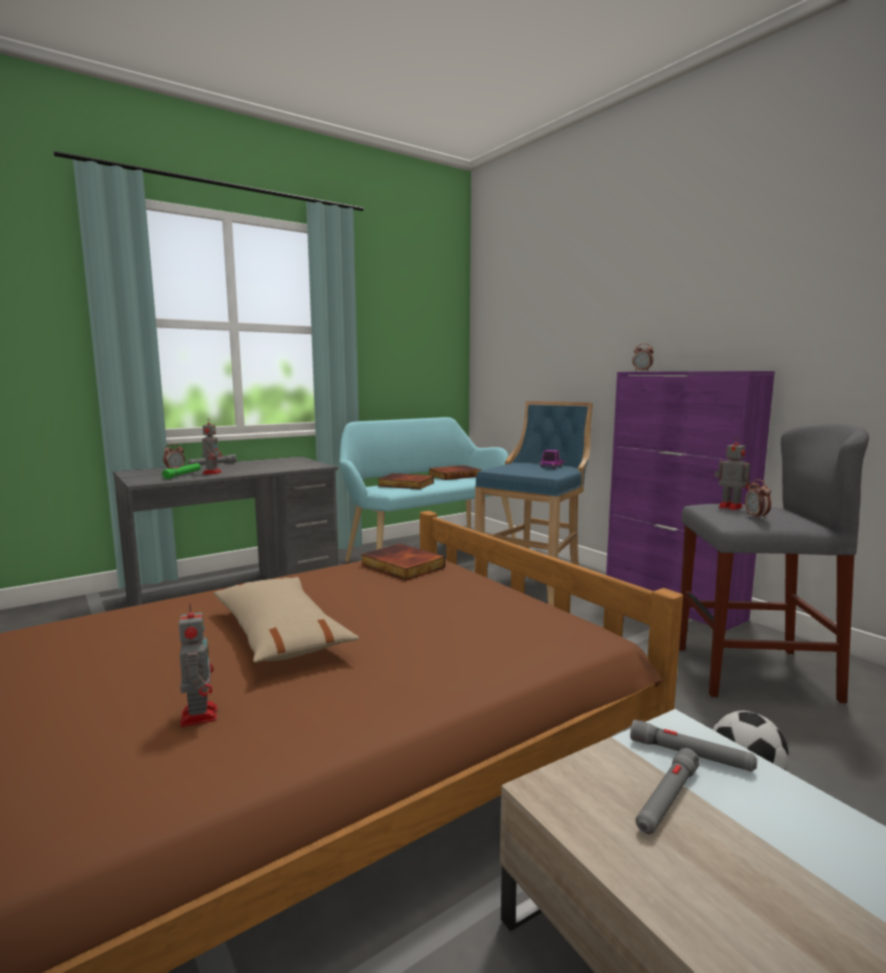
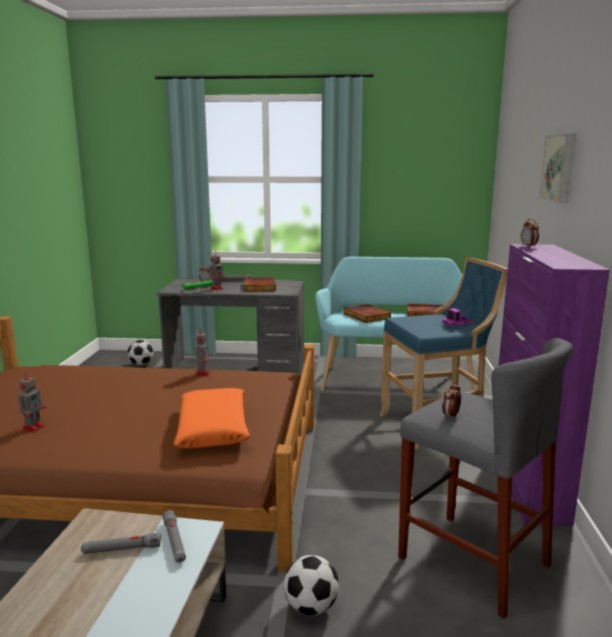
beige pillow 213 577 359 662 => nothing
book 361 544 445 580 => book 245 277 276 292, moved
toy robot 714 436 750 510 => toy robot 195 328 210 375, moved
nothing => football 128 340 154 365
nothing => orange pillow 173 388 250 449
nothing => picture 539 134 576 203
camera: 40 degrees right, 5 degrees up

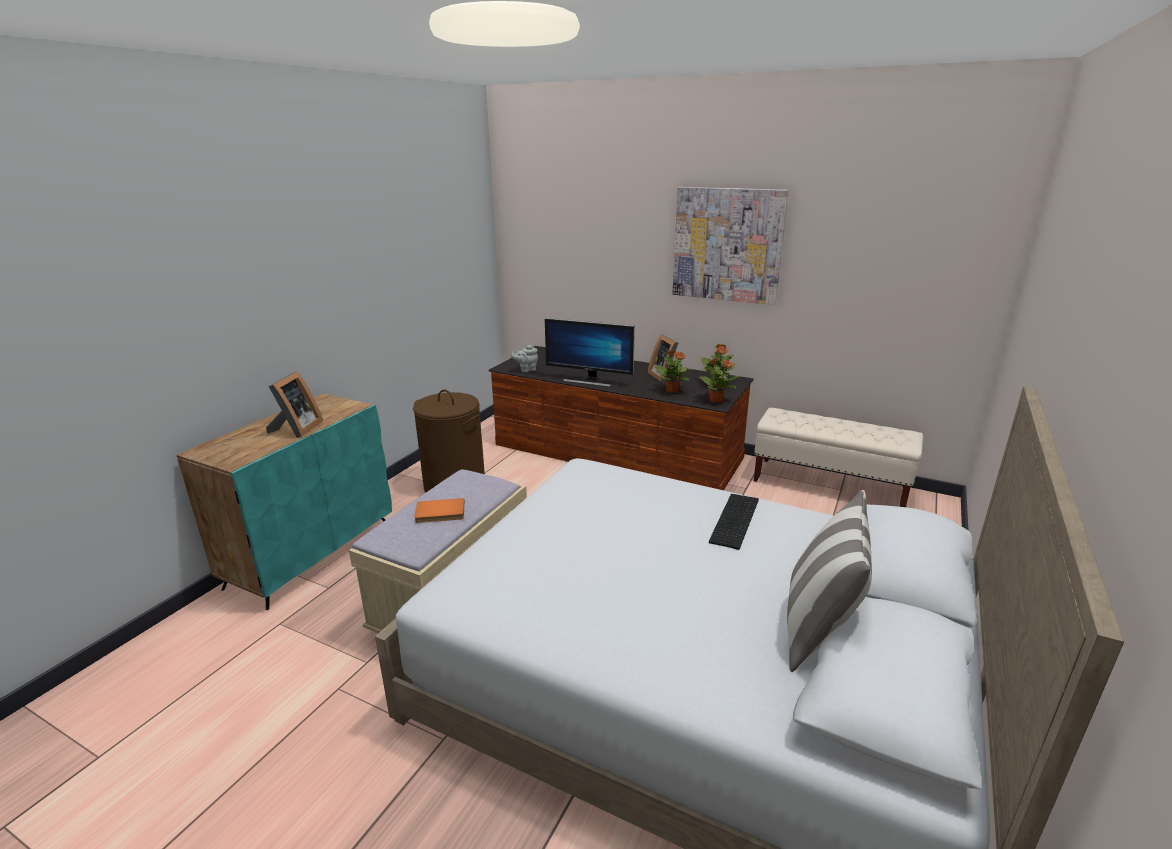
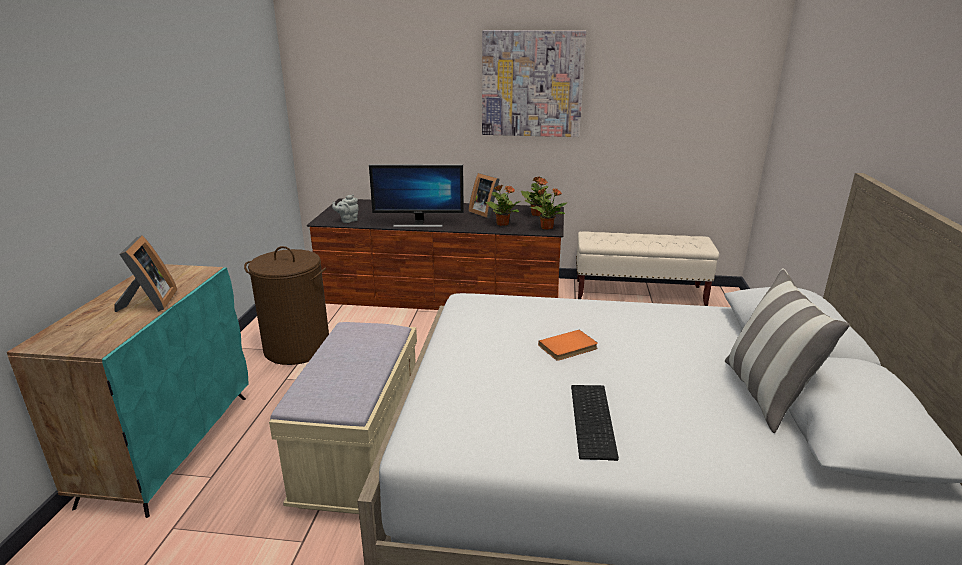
orange book 414 498 465 523 => orange book 538 330 598 361, moved
keyboard 709 494 759 550 => keyboard 571 385 619 461, moved
camera: 20 degrees left, 0 degrees up

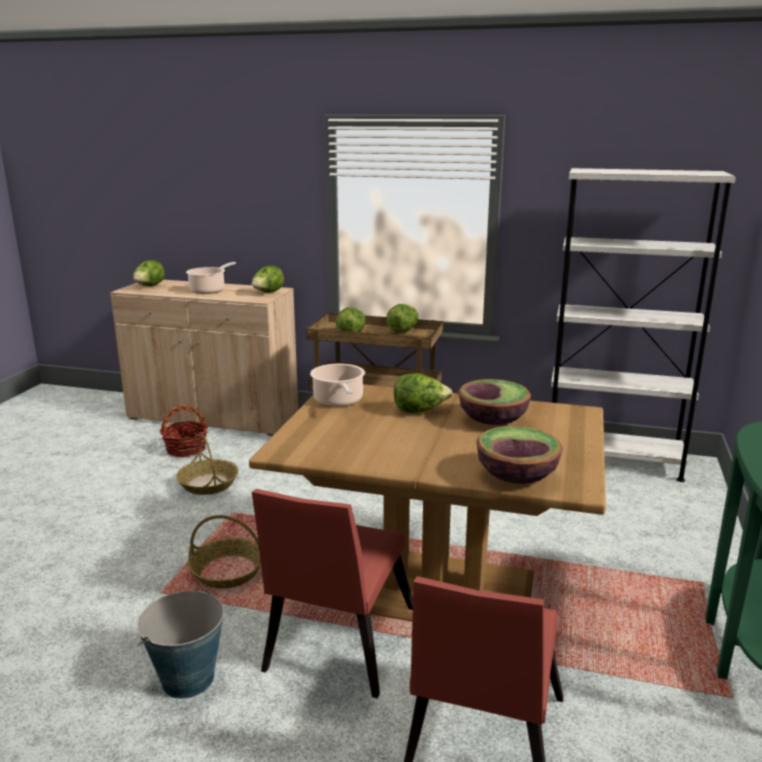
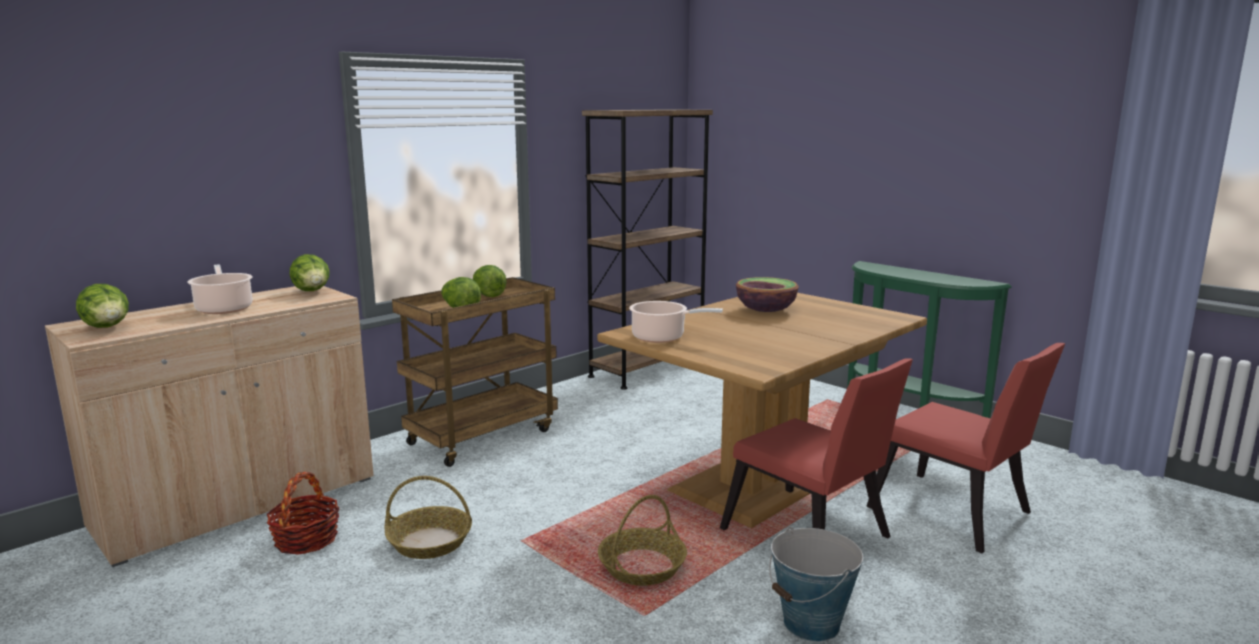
lettuce 394 373 452 413 => nothing
bowl 476 426 563 484 => nothing
white bookcase 551 168 736 482 => brown bookcase 582 109 713 390
camera: 60 degrees left, 5 degrees down

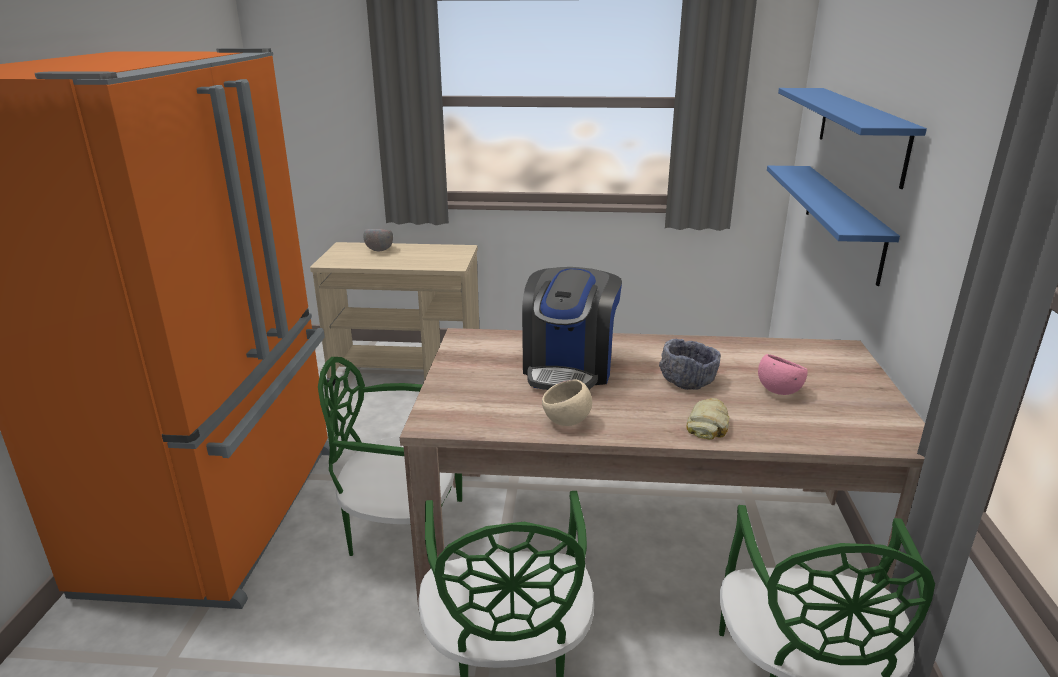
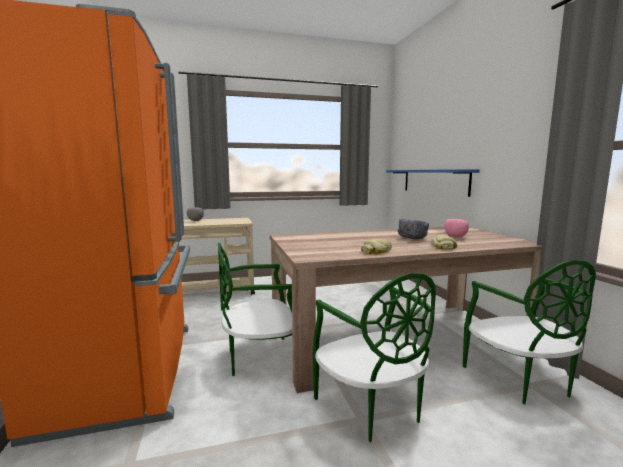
coffee machine 522 267 622 390 => nothing
beige bowl 542 379 592 426 => bread 361 239 392 254
blue shelf 778 88 927 189 => nothing
camera: 20 degrees left, 15 degrees down

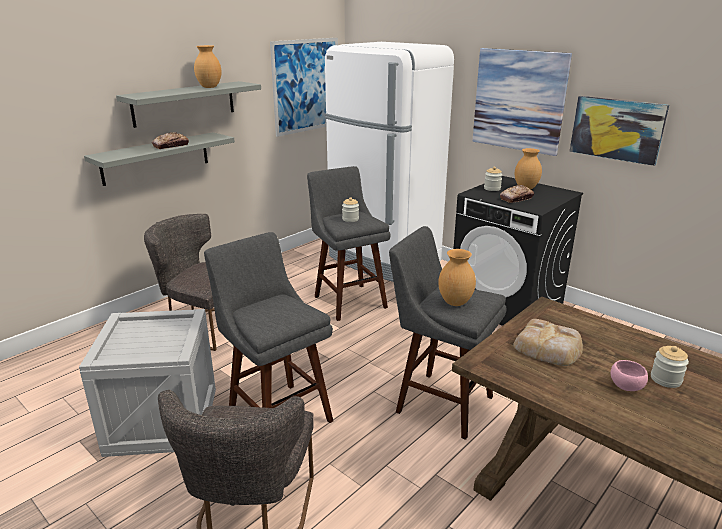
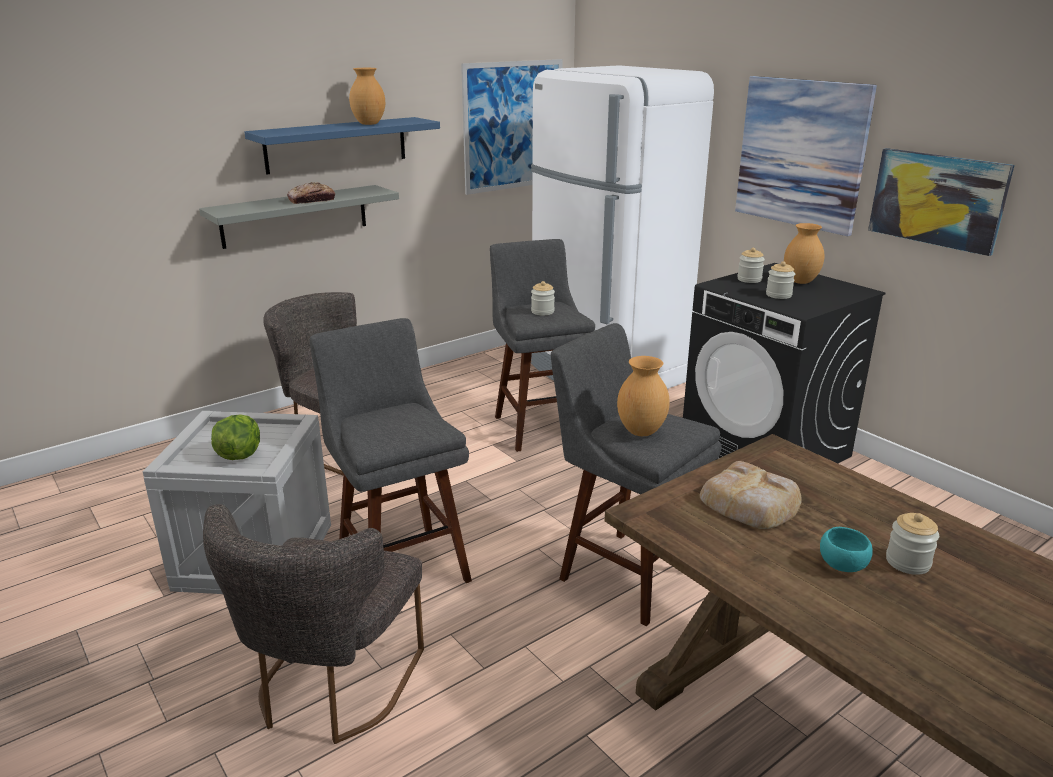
grey shelf 116 81 261 128 => blue shelf 244 117 440 174
bread 500 185 534 203 => jar 766 261 795 299
pink bowl 611 360 648 391 => turquoise bowl 820 527 873 572
nothing => lettuce 211 414 260 460
camera: 10 degrees right, 0 degrees up

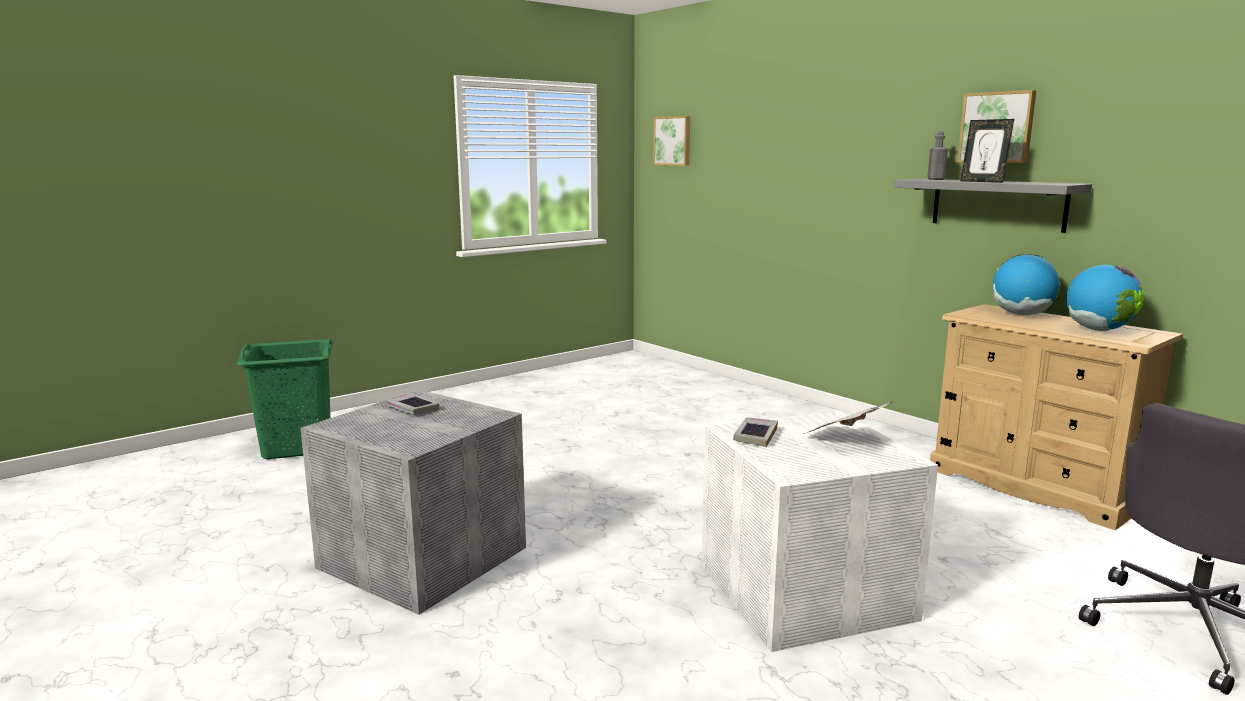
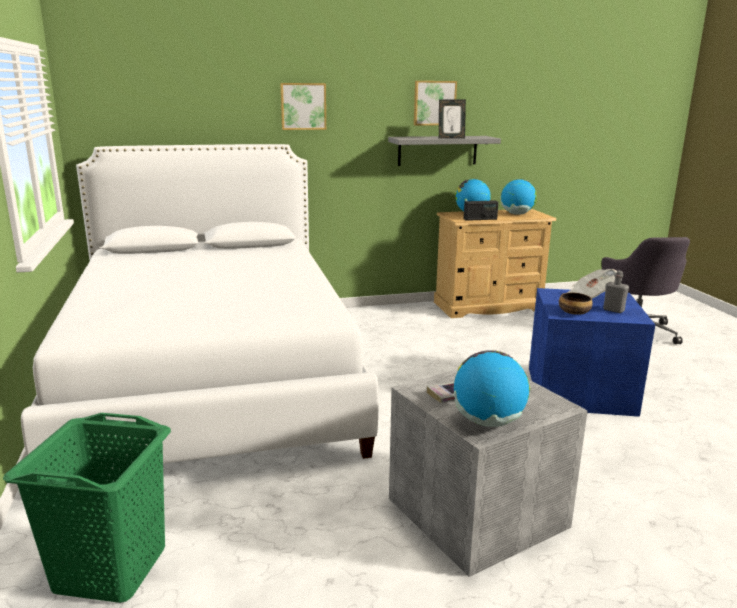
picture 653 116 690 166 => picture 280 83 326 130, moved
white storage box 701 411 938 652 => blue storage box 529 288 655 417
book 733 417 778 447 => bowl 559 292 593 315
grey bottle 927 131 948 180 => grey bottle 603 271 629 313, moved
nothing => white bed 21 144 379 469
nothing => globe 454 350 530 427
nothing => radio 464 200 499 221
camera: 65 degrees left, 5 degrees up

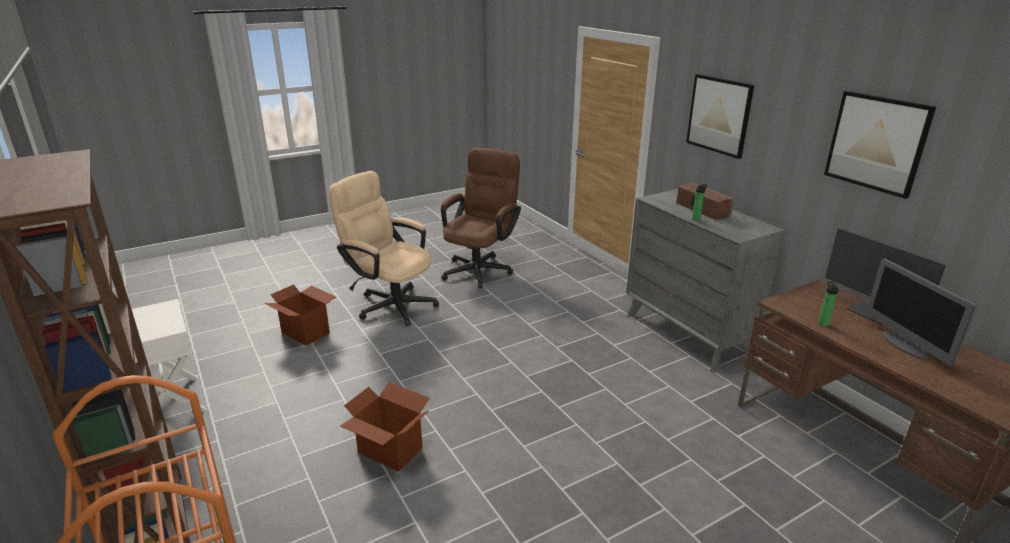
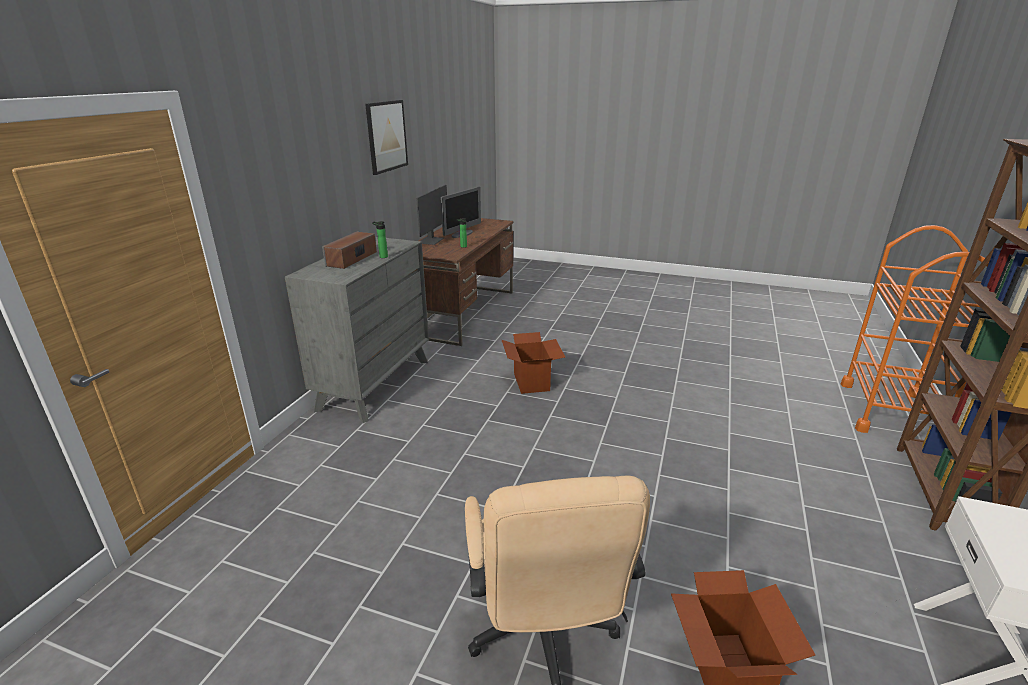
cardboard box 340 382 430 472 => cardboard box 502 332 565 394, moved
brown office chair 441 148 521 288 => nothing
picture 686 74 754 159 => nothing
camera: 130 degrees left, 0 degrees up

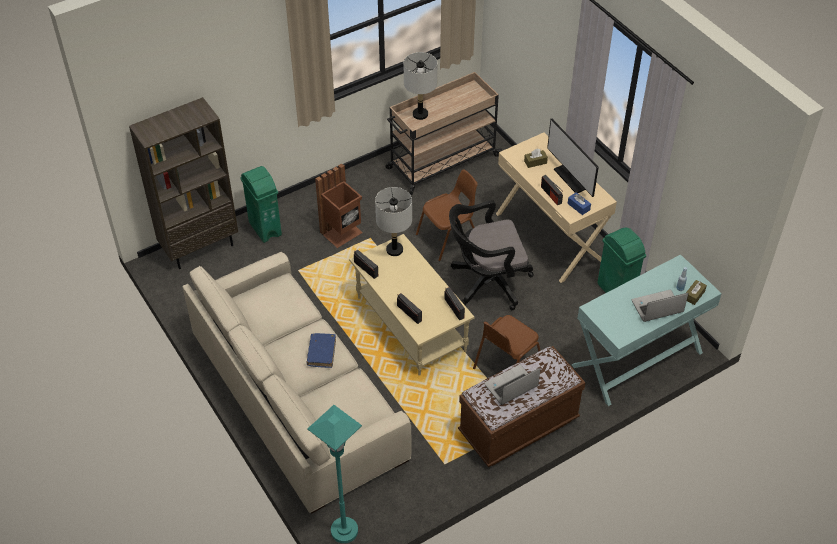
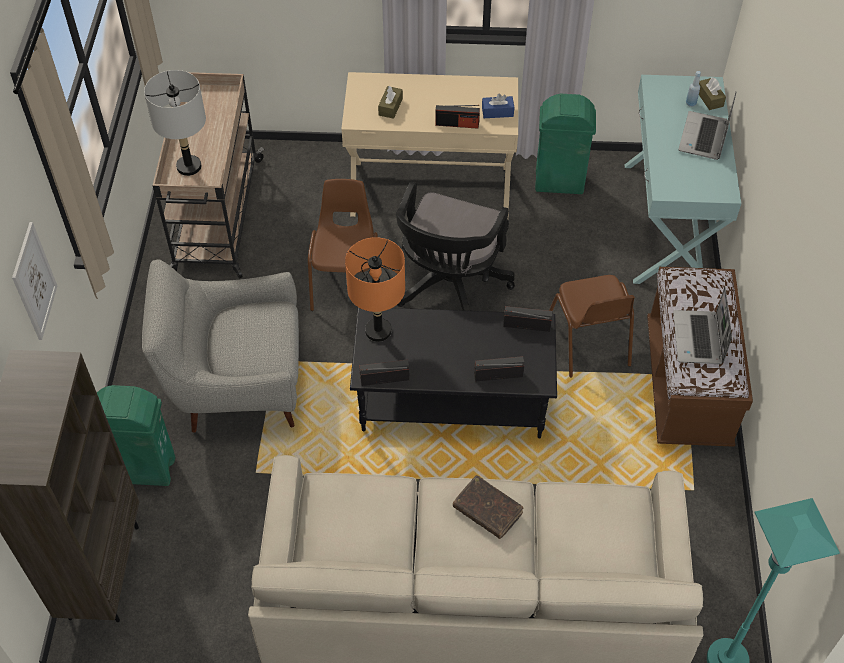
blue book 307 333 336 368 => brown book 453 475 523 539
brown trash can 315 163 363 248 => grey armchair 142 260 299 433
beige coffee table 349 234 475 376 => black coffee table 350 307 557 438
grey table lamp 375 187 412 256 => orange table lamp 345 237 405 342
monitor 547 118 599 197 => nothing
nothing => picture 12 222 57 340
camera: 55 degrees left, 5 degrees up

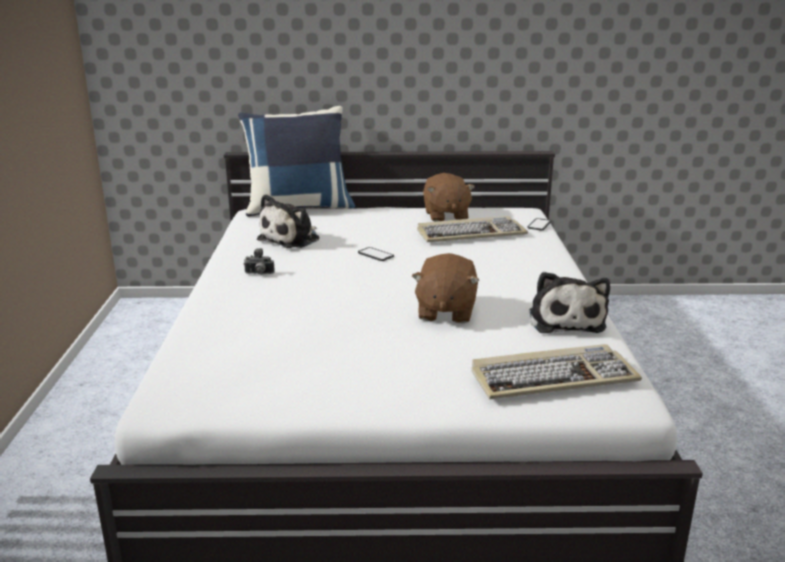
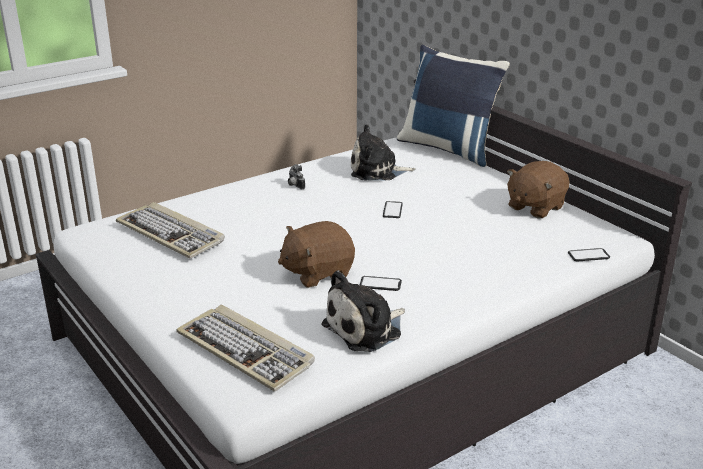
keyboard 417 216 528 242 => keyboard 116 202 224 259, moved
nothing => phone 360 276 402 291
camera: 55 degrees right, 5 degrees up

